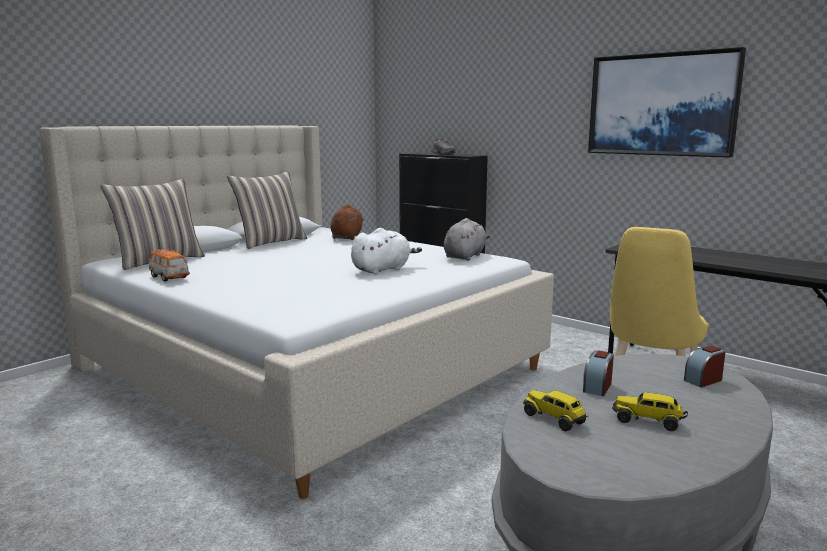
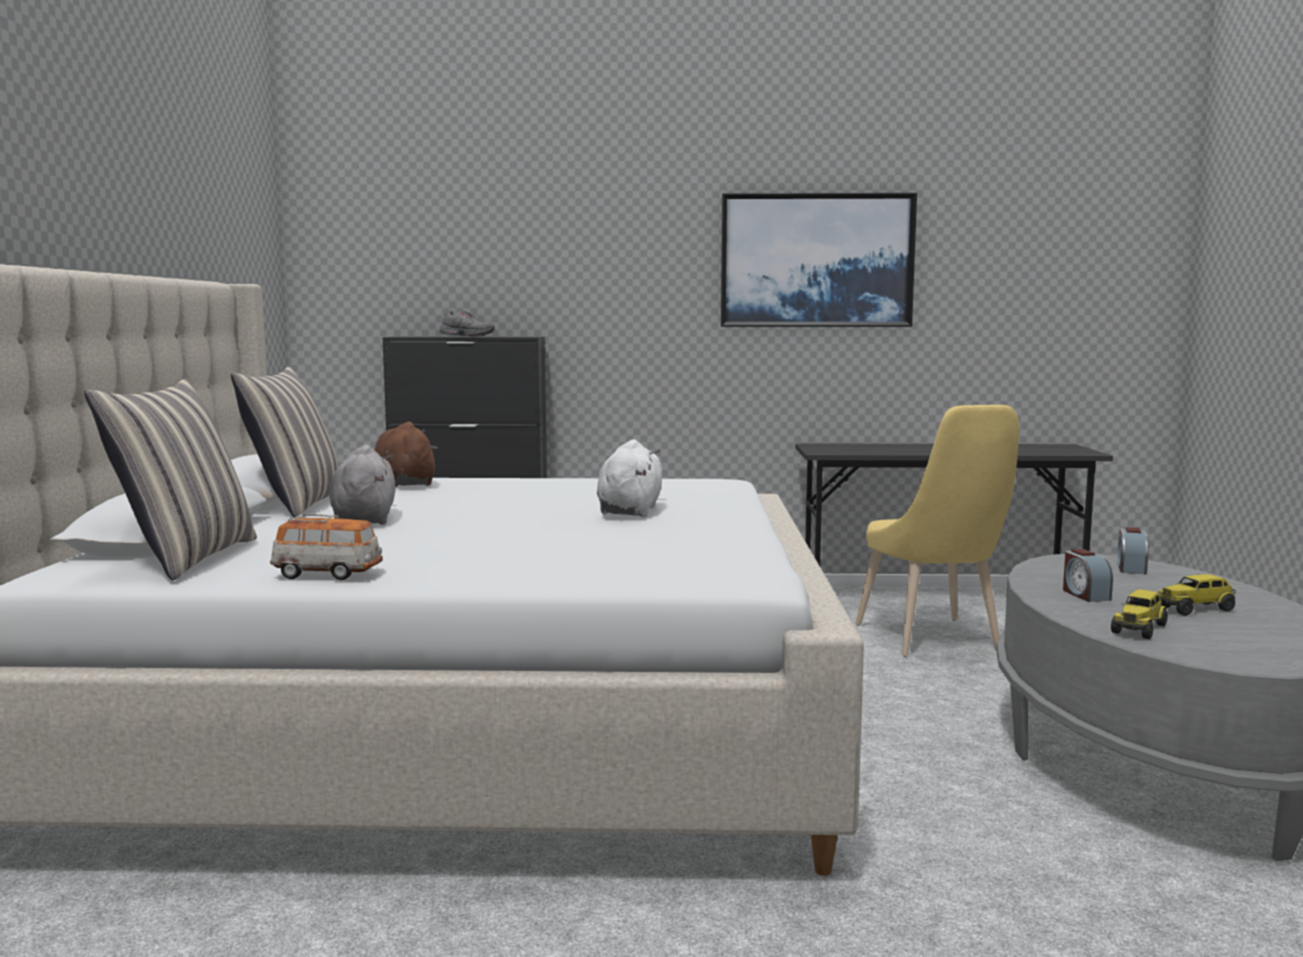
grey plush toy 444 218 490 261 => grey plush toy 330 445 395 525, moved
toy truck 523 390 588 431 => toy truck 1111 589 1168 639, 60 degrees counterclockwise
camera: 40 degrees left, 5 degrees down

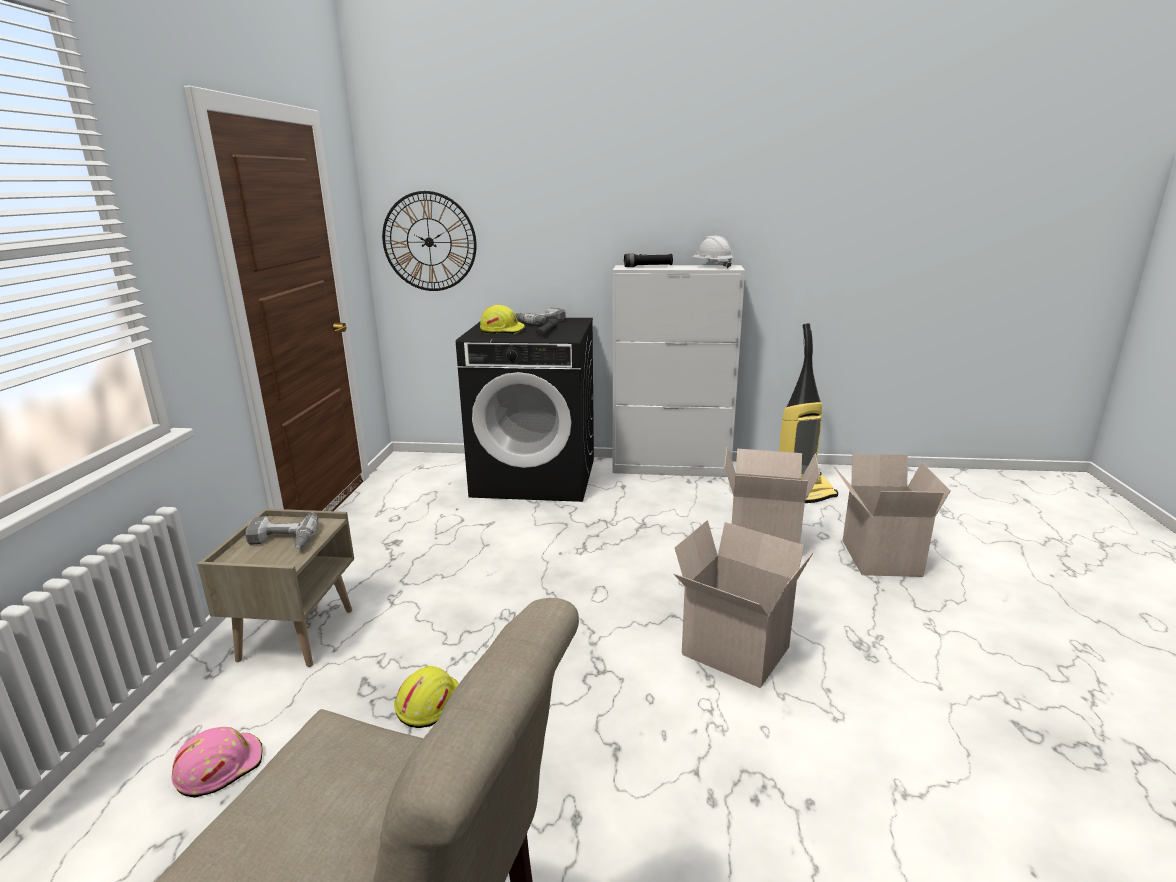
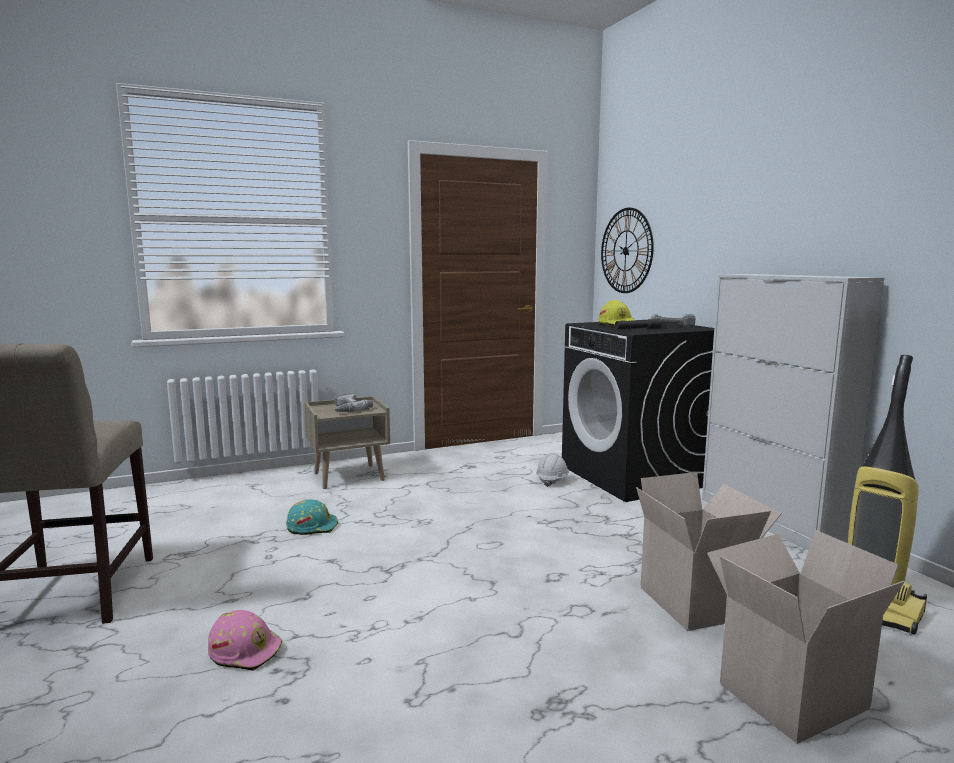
pink hard hat 172 727 263 798 => pink hard hat 208 610 282 671, moved
yellow hard hat 394 666 459 728 => turquoise hard hat 286 499 338 535
black flashlight 624 253 673 267 => nothing
cardboard box 674 520 814 688 => nothing
white hard hat 692 236 733 269 => white hard hat 536 453 569 487, moved
camera: 60 degrees right, 10 degrees down

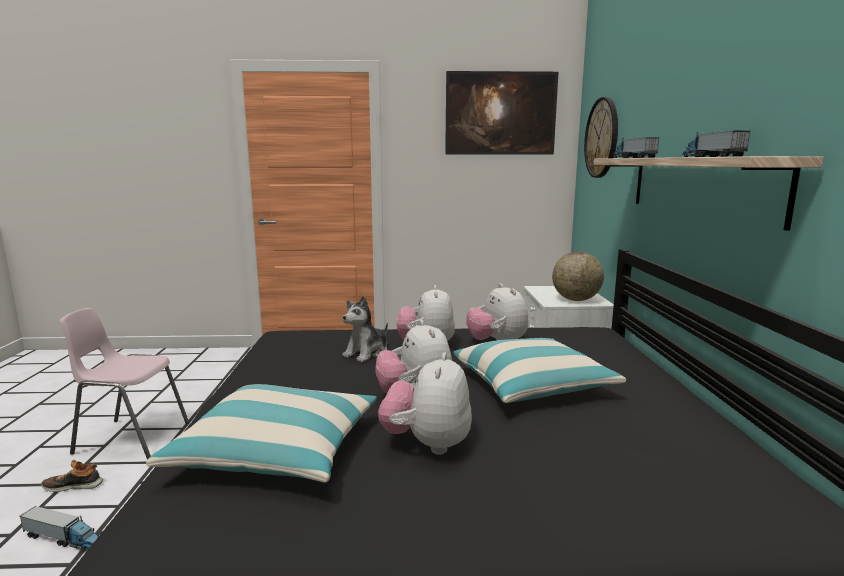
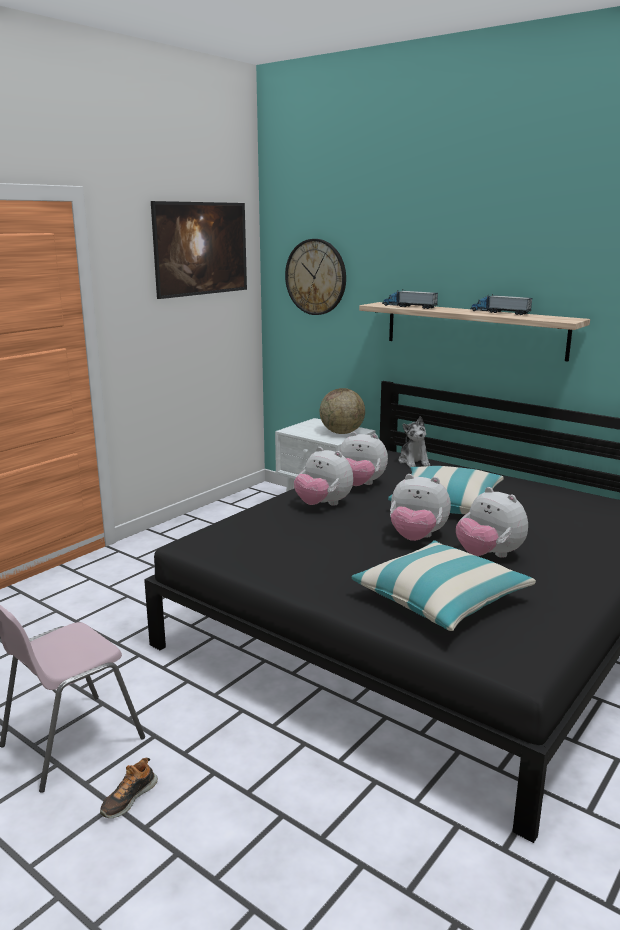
toy truck 20 506 99 552 => nothing
plush toy 342 296 388 362 => plush toy 399 416 430 468, moved
camera: 50 degrees left, 5 degrees up

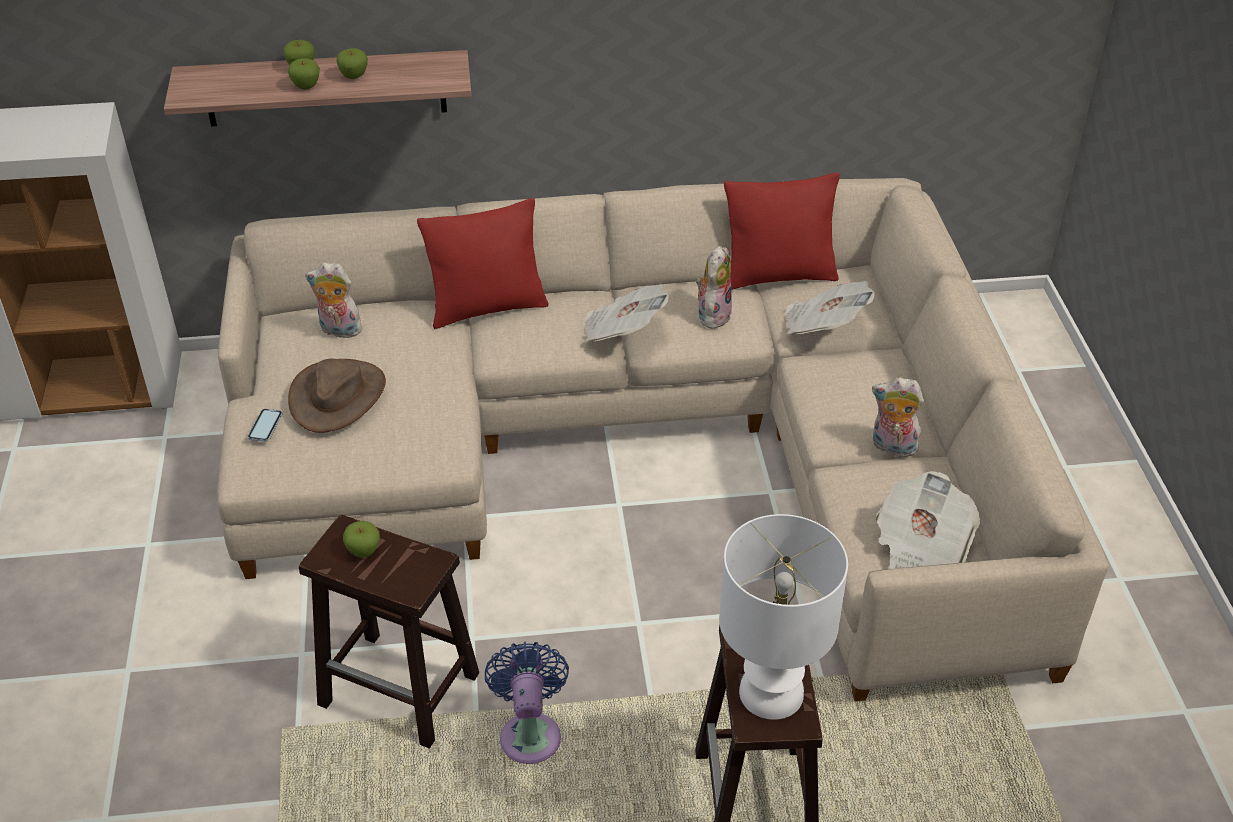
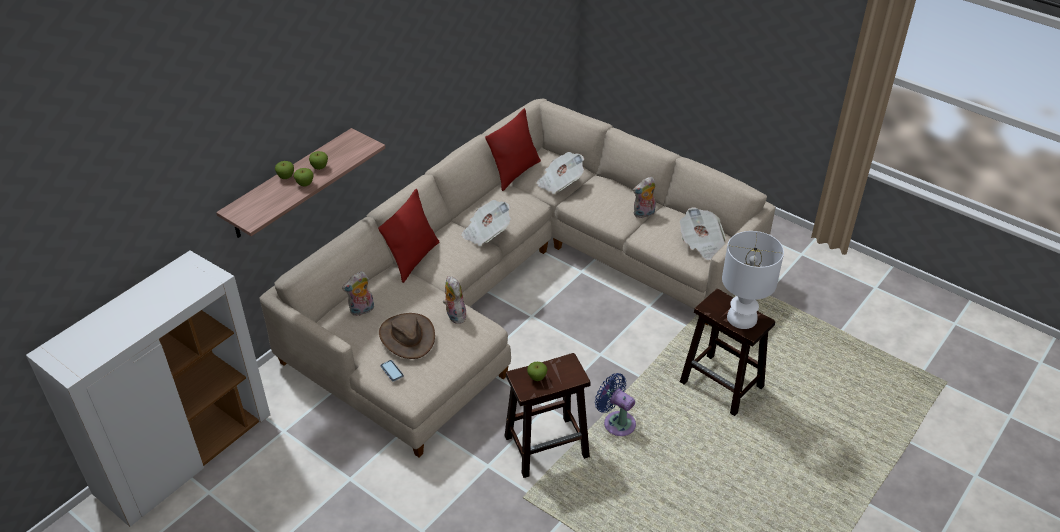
plush toy 696 246 732 329 => plush toy 443 276 466 324, moved
camera: 45 degrees left, 0 degrees up

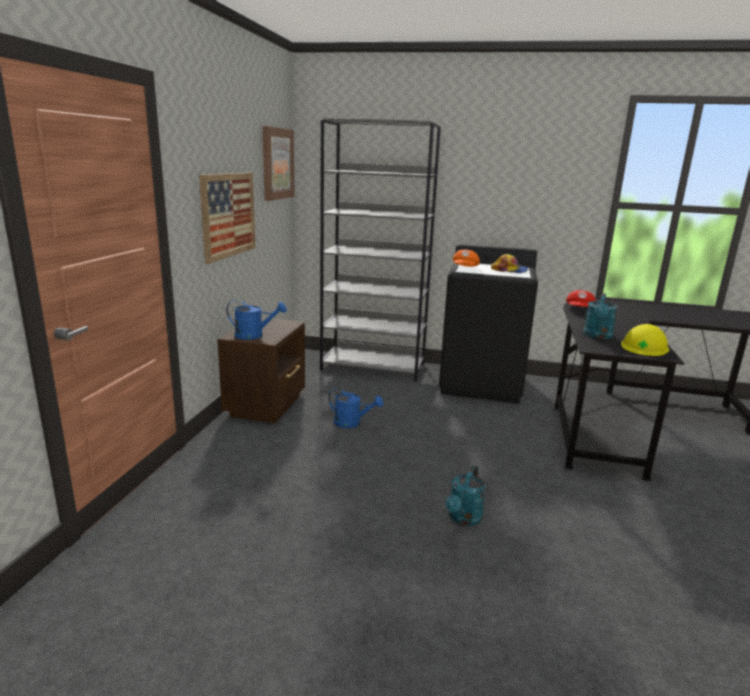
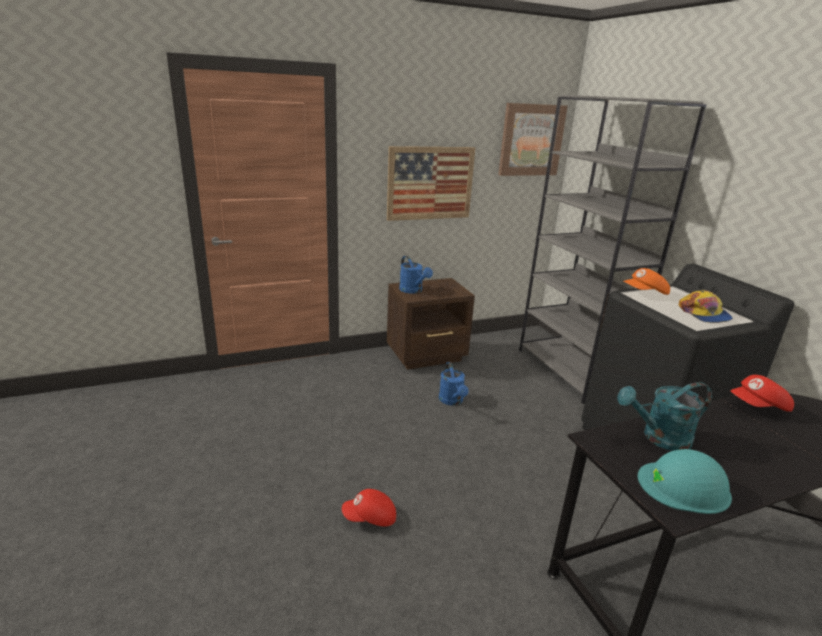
turquoise watering can 446 465 485 526 => red cap 342 489 396 526
yellow hard hat 621 324 669 356 => turquoise hard hat 638 449 732 514
camera: 55 degrees right, 5 degrees up

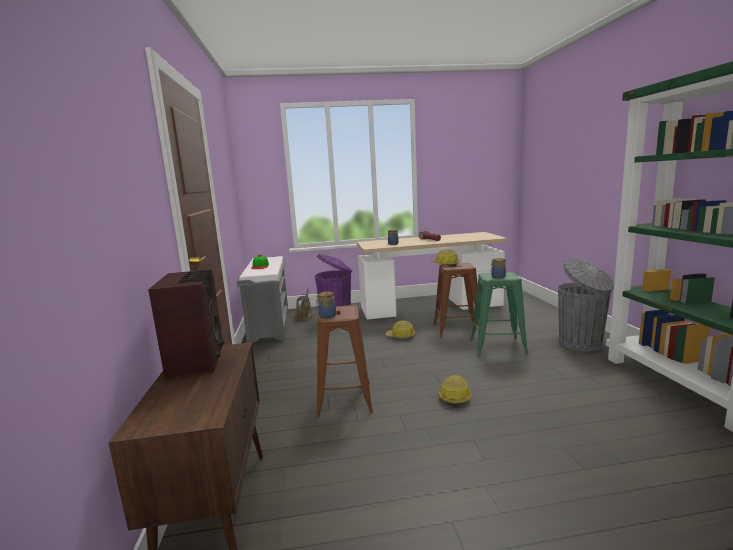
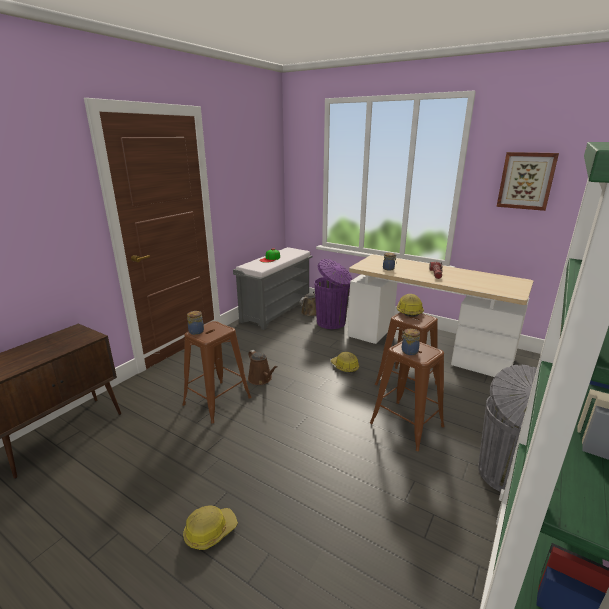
radio 148 269 224 379 => nothing
hard hat 439 375 471 406 => hard hat 183 505 238 550, moved
green stool 471 272 529 356 => brown stool 370 340 444 451
nothing => brown watering can 248 350 278 385
nothing => picture 497 152 559 211
camera: 40 degrees right, 10 degrees up

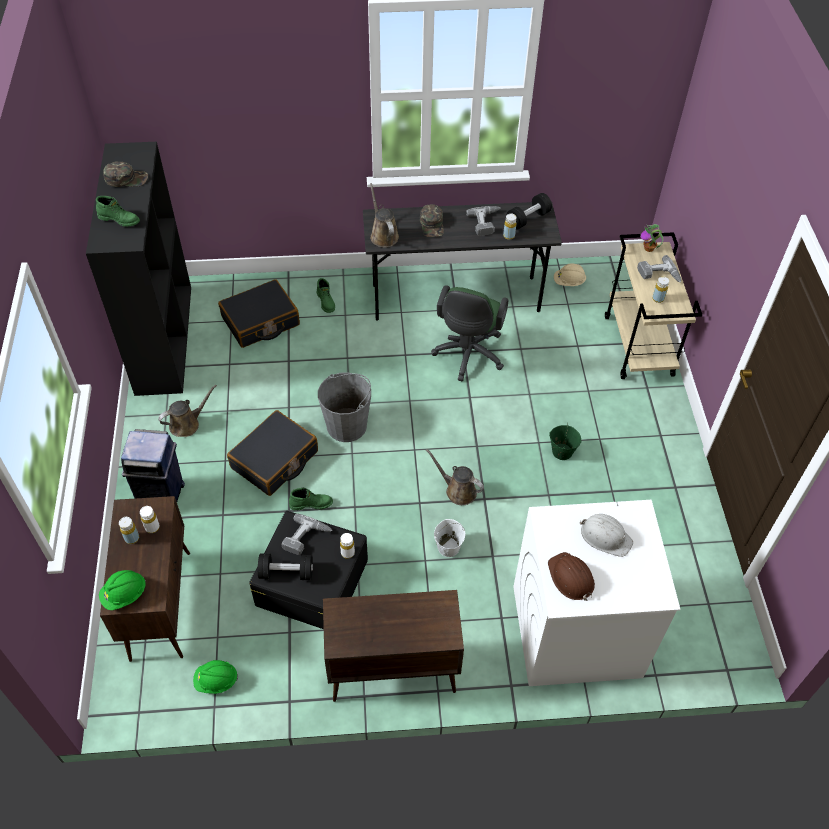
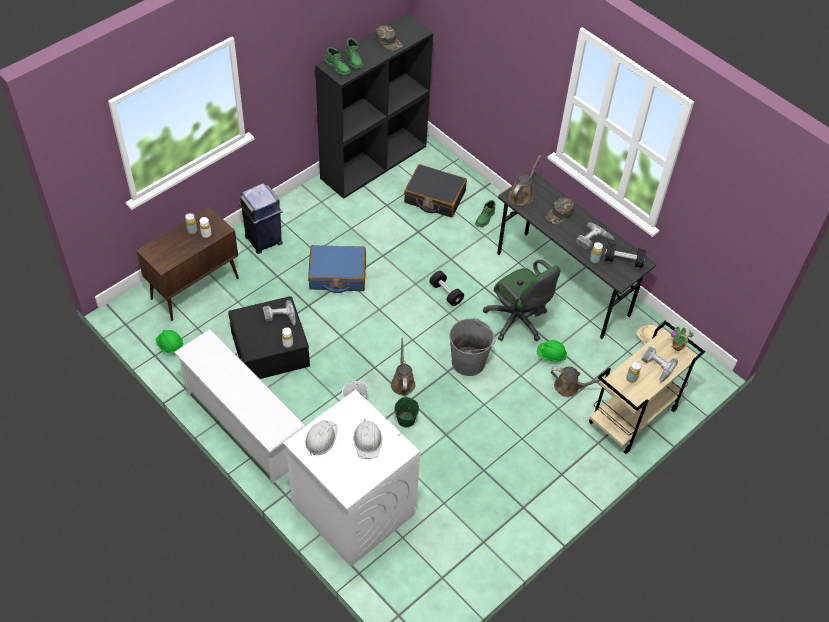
green hard hat 99 570 146 610 => green hard hat 537 340 567 362, moved
brown watering can 158 385 217 437 => brown watering can 551 366 605 397, moved
black suitcase 227 410 318 496 => blue suitcase 308 245 366 293
black dumbbell 258 554 313 580 => black dumbbell 429 271 464 306, moved
green boot 289 488 333 511 => green boot 325 47 351 75, moved
grey bucket 318 372 371 442 => grey bucket 449 318 496 376, moved
brown cabinet 323 590 464 702 => white shoe rack 174 329 306 484
green office chair 431 285 508 381 => green office chair 483 260 560 341, 105 degrees counterclockwise
brown hard hat 548 552 595 601 => white hard hat 305 420 338 455
green bucket 549 423 581 460 => green bucket 394 397 419 427, moved
camera: 50 degrees right, 0 degrees up

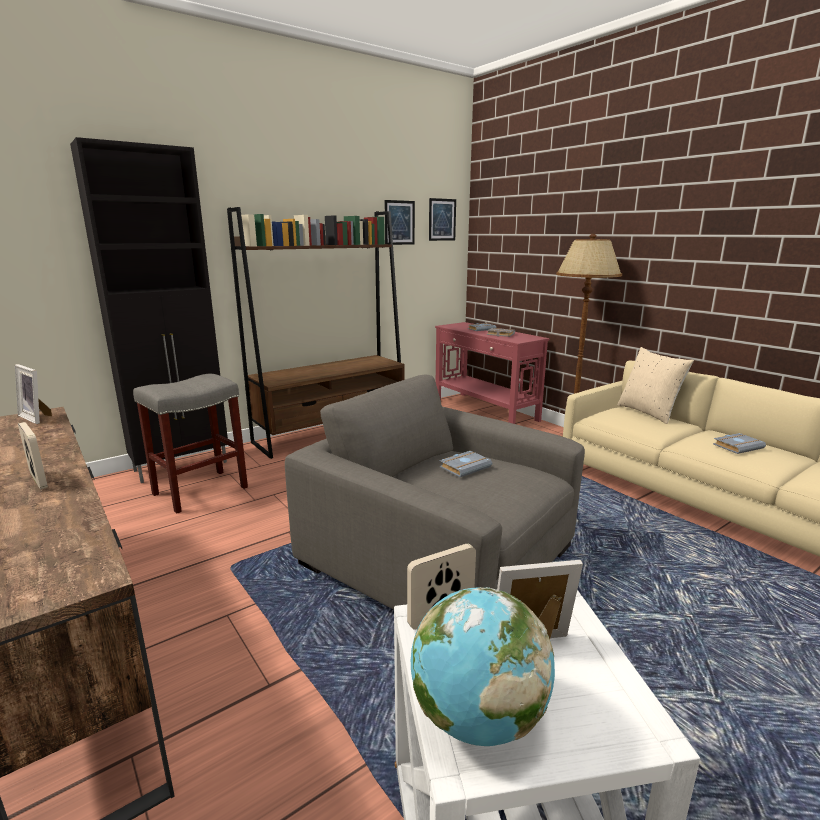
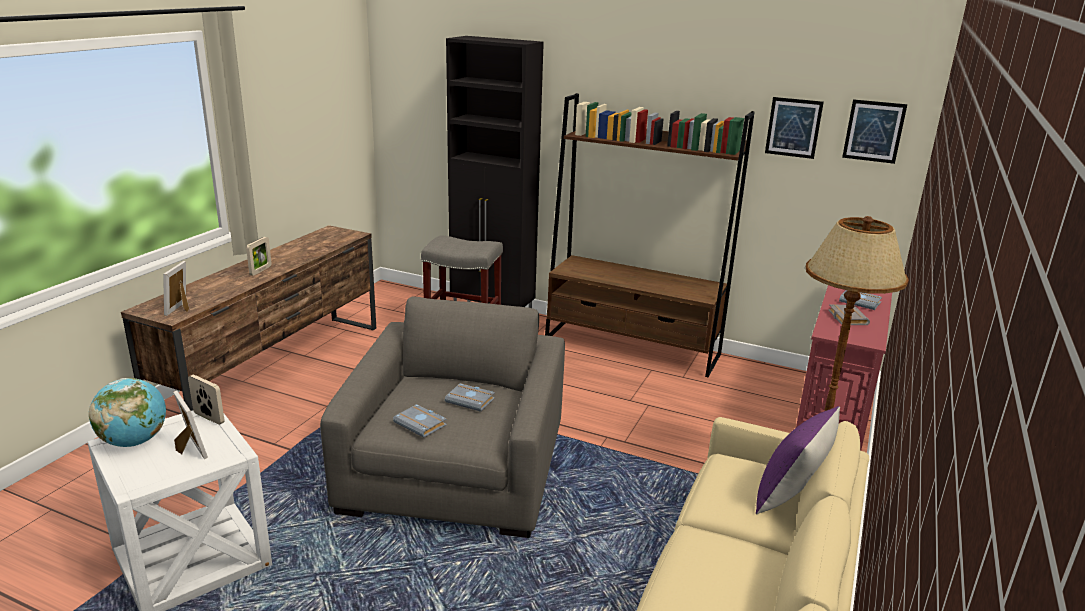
picture frame 15 364 52 424 => picture frame 163 261 189 316, moved
beige pillow 617 347 694 424 => purple pillow 756 406 840 515
grey book 713 433 766 454 => grey book 393 404 447 438, moved
camera: 60 degrees right, 5 degrees up

